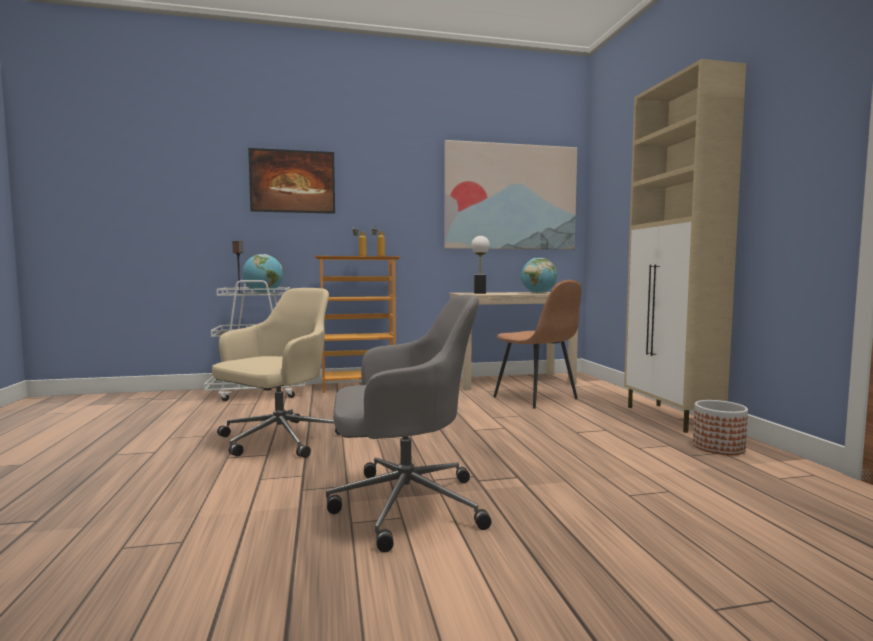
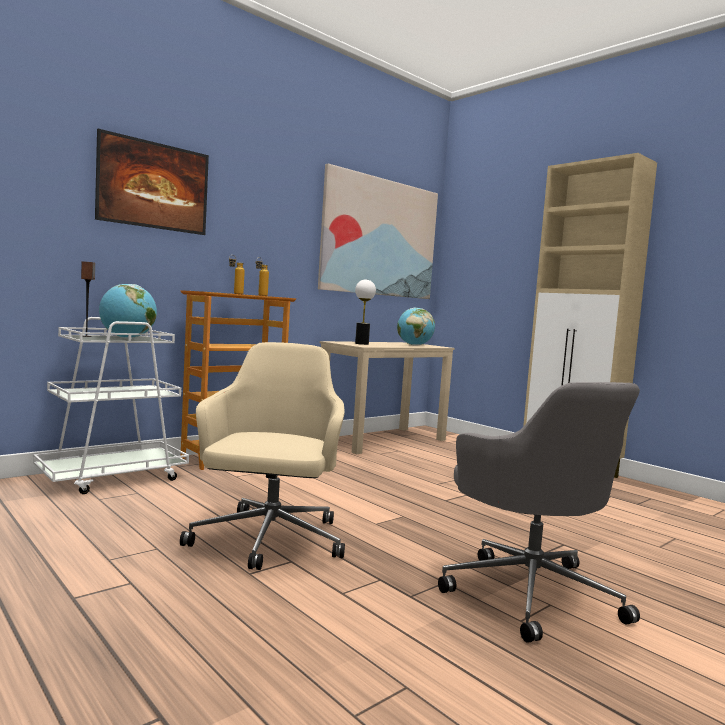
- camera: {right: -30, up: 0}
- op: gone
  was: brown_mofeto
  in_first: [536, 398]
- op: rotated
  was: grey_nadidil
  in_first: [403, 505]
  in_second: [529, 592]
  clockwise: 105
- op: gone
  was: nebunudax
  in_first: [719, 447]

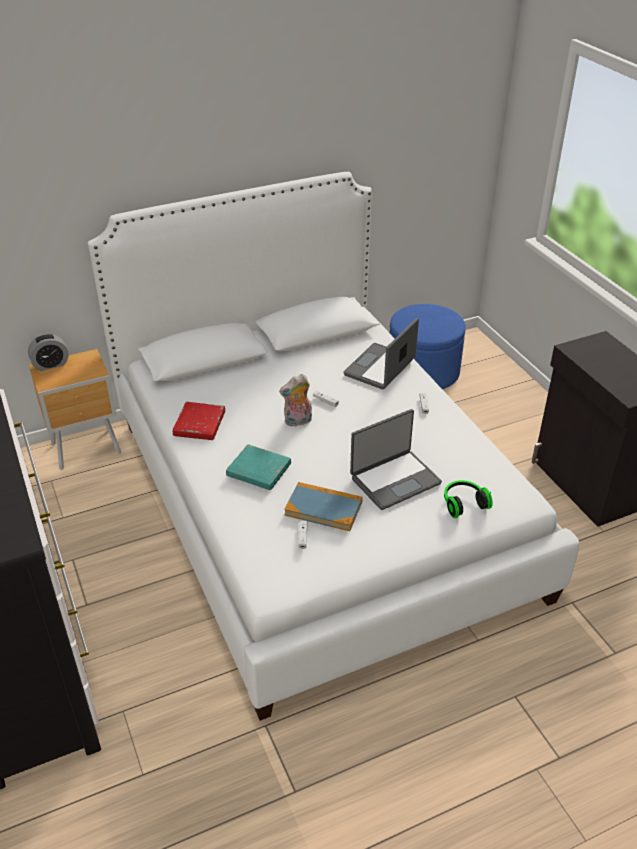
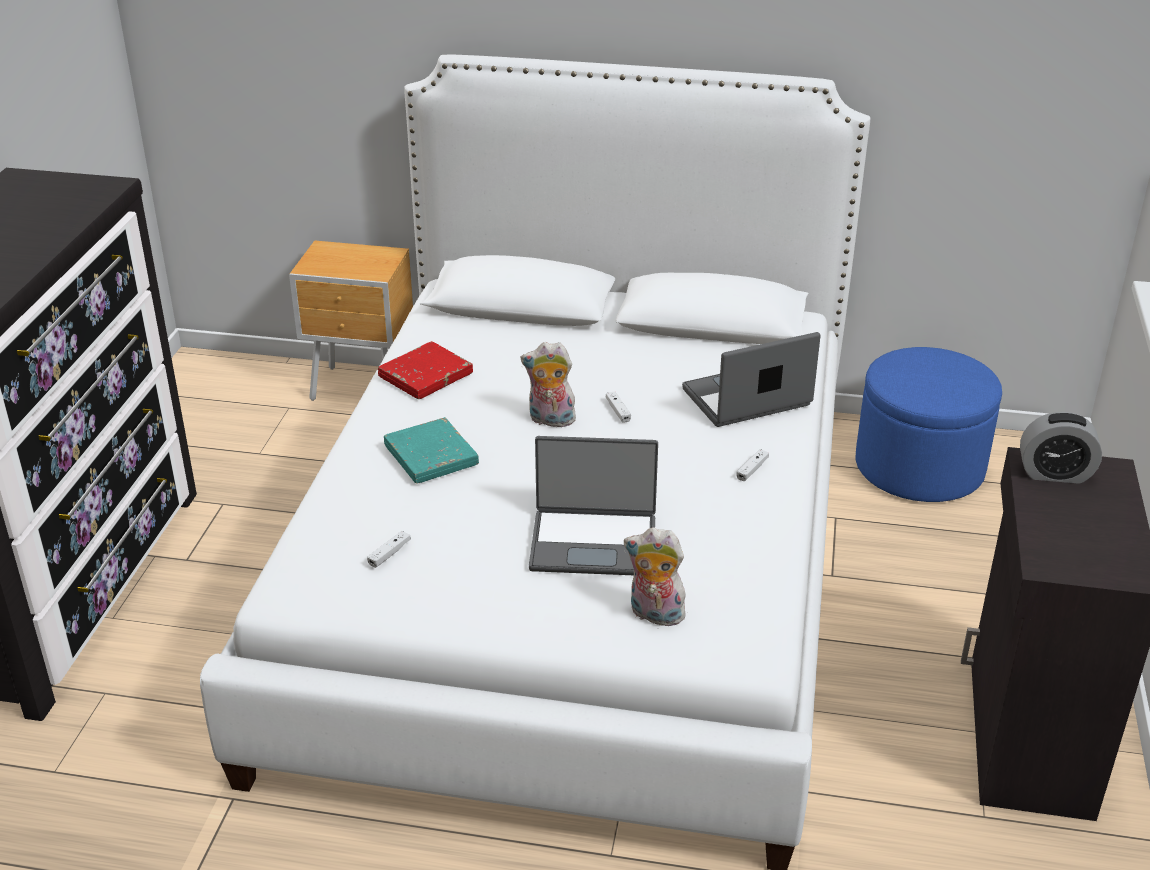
- camera: {right: 35, up: -5}
- op: shifted
  was: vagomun
  in_first: [51, 364]
  in_second: [1054, 474]
- op: swapped
  was: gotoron
  now: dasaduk
  in_first: [463, 503]
  in_second: [654, 615]
- op: gone
  was: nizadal
  in_first: [323, 508]

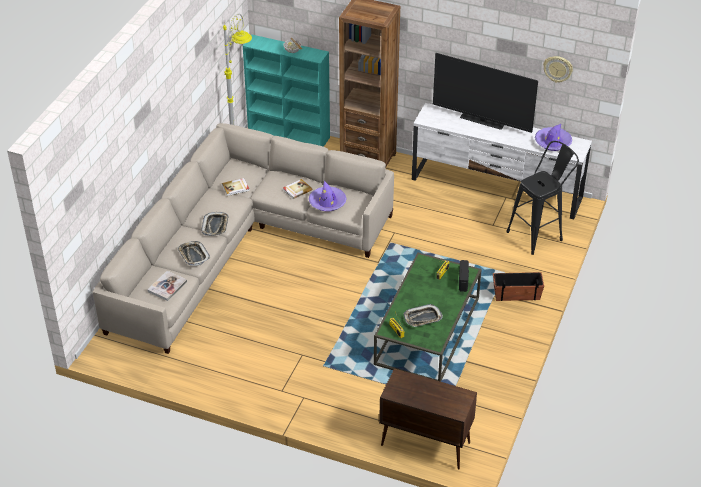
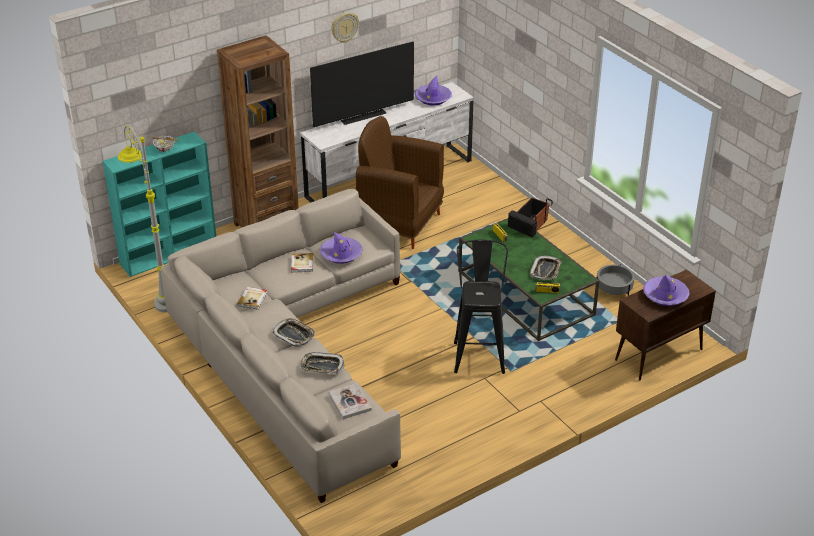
- camera: {right: -55, up: -5}
- op: shifted
  was: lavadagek
  in_first: [558, 68]
  in_second: [344, 27]
- op: shifted
  was: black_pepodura
  in_first: [539, 234]
  in_second: [479, 353]
- op: new
  now: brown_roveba
  in_second: [399, 224]
- op: new
  now: grey_nebunudax
  in_second: [613, 290]
- op: new
  now: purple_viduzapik
  in_second: [665, 295]

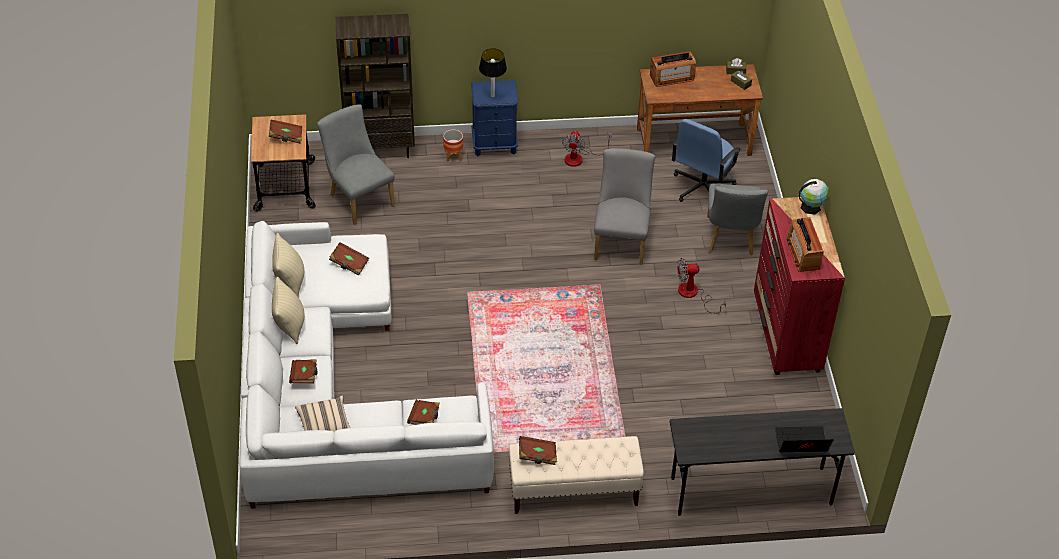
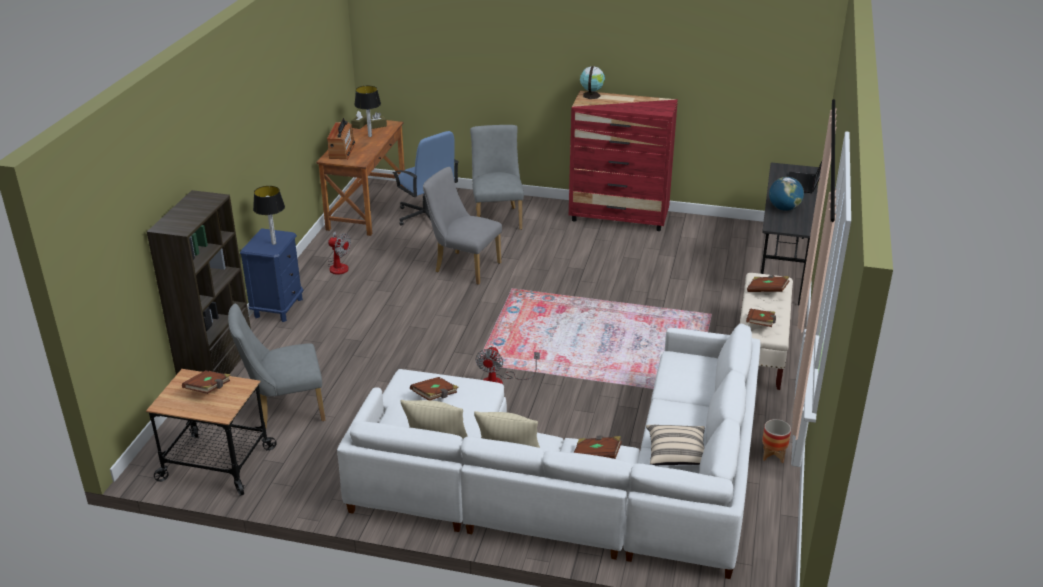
- camera: {right: -70, up: -15}
- op: shifted
  was: nebunudax
  in_first: [453, 156]
  in_second: [773, 455]
- op: rotated
  was: grey_mofeto
  in_first: [730, 239]
  in_second: [497, 217]
  clockwise: -120
- op: gone
  was: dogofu
  in_first: [802, 253]
- op: shifted
  was: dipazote
  in_first: [693, 294]
  in_second: [499, 382]
- op: shifted
  was: brown_nizadal
  in_first: [424, 418]
  in_second: [767, 291]
- op: new
  now: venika
  in_second: [370, 136]
- op: new
  now: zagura
  in_second: [784, 208]

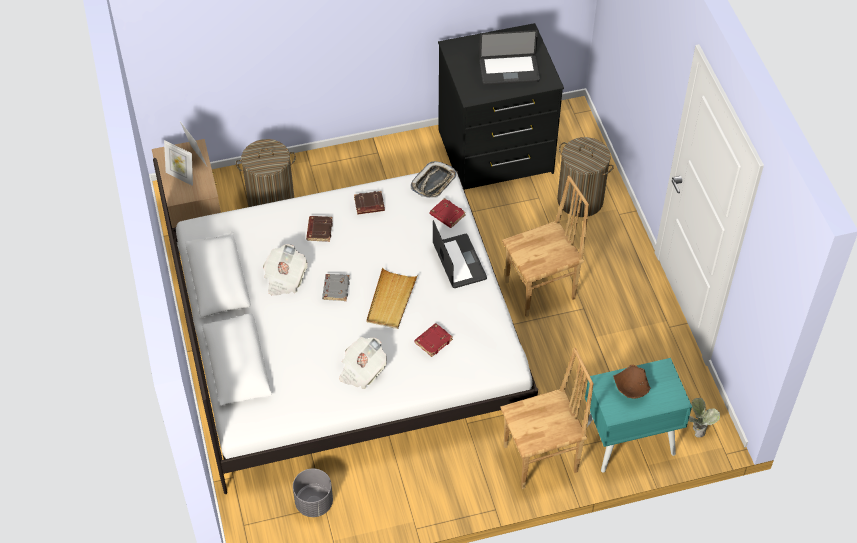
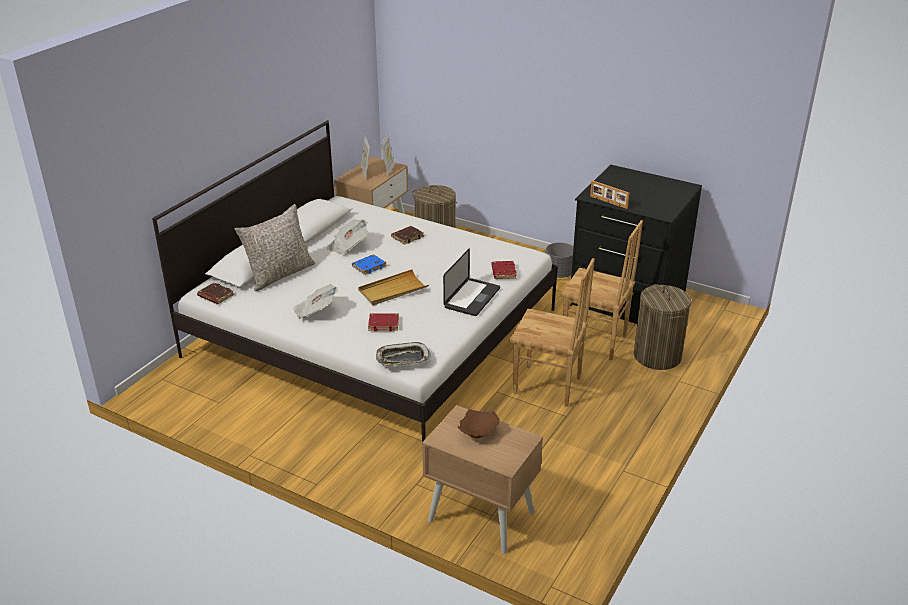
- camera: {right: 45, up: -20}
- op: gone
  was: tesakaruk
  in_first: [509, 71]
- op: shifted
  was: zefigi
  in_first: [433, 182]
  in_second: [402, 359]
- op: shifted
  was: brown_nizadal
  in_first: [369, 205]
  in_second: [215, 296]
- op: repainted
  was: grey_nizadal
  now: blue_nizadal
  in_first: [335, 289]
  in_second: [369, 266]
- op: shifted
  was: brown_mofeto
  in_first: [541, 460]
  in_second: [594, 342]
- op: repainted
  was: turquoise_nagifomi
  now: beige_nagifomi
  in_first: [628, 440]
  in_second: [480, 516]
- op: gone
  was: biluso
  in_first: [697, 428]
- op: shifted
  was: grey_nebunudax
  in_first: [314, 503]
  in_second: [559, 274]
- op: new
  now: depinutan
  in_second: [608, 202]
- op: new
  now: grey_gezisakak
  in_second: [279, 274]

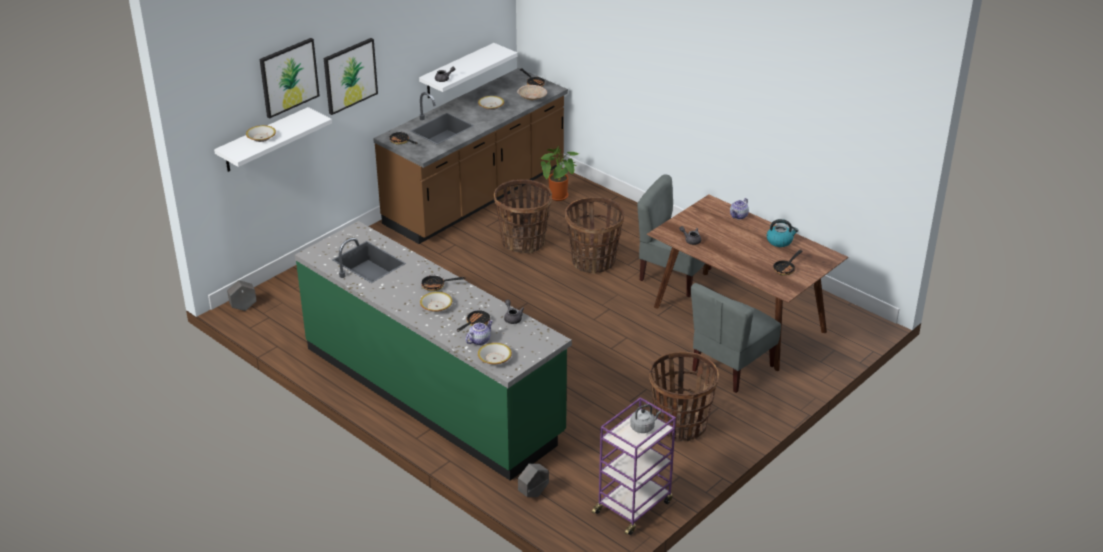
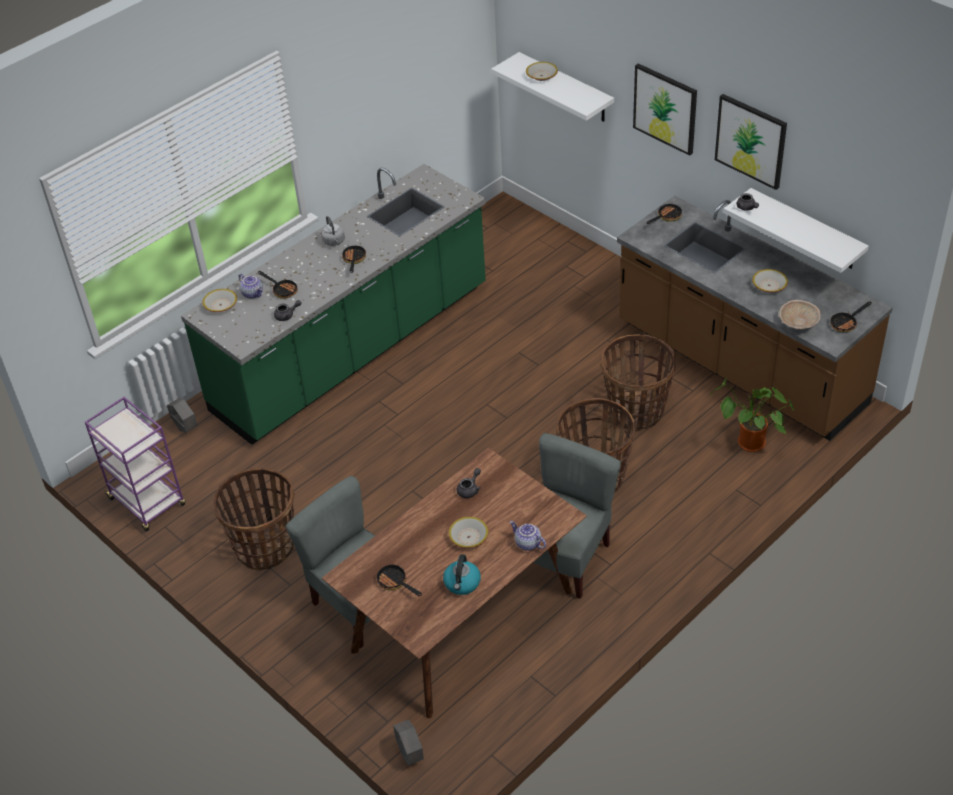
- camera: {right: 95, up: 10}
- op: shifted
  was: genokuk
  in_first: [289, 77]
  in_second: [751, 141]
- op: shifted
  was: grey_nebunudax
  in_first: [243, 307]
  in_second: [410, 754]
- op: shifted
  was: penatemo
  in_first: [436, 306]
  in_second: [468, 537]
- op: shifted
  was: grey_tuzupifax
  in_first: [643, 427]
  in_second: [334, 242]

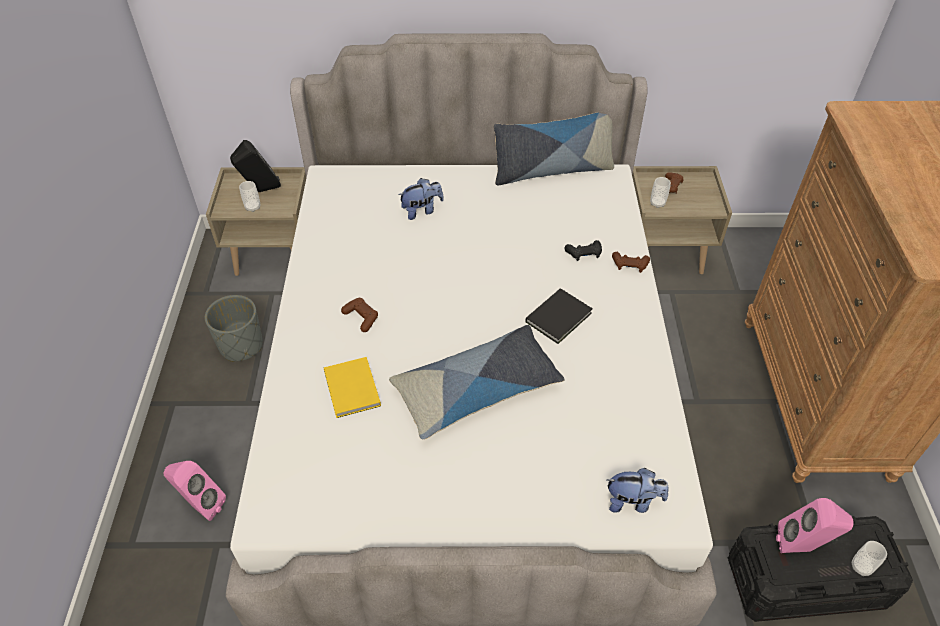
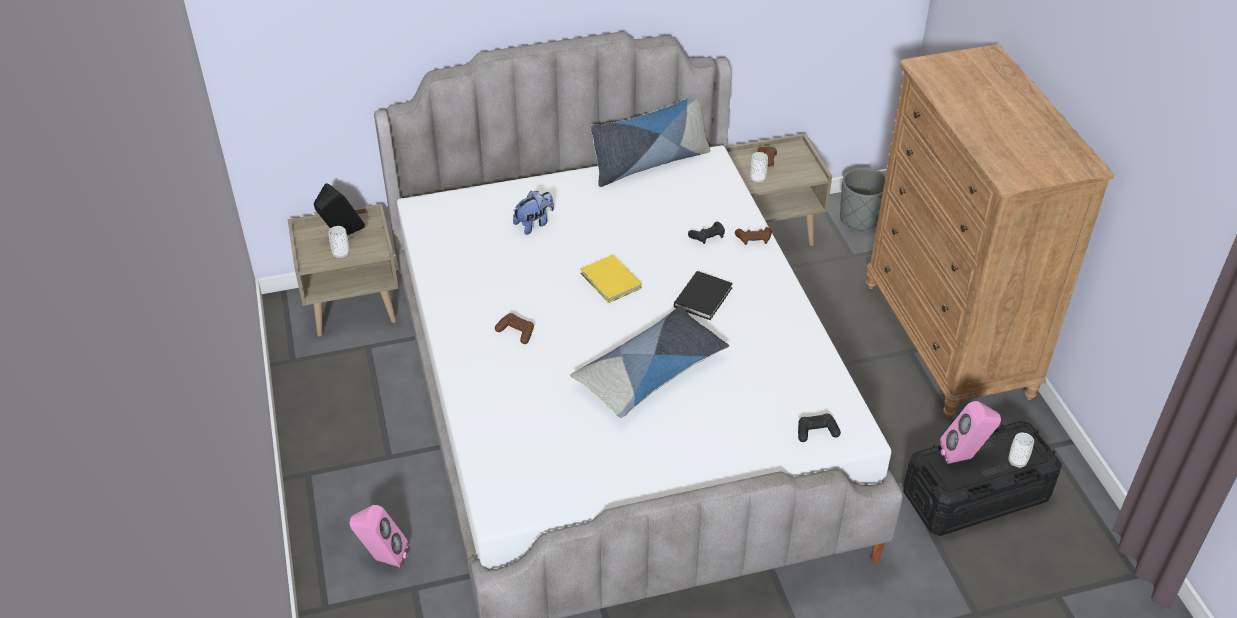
- camera: {right: -15, up: -5}
- op: shifted
  was: grey_nebunudax
  in_first: [241, 345]
  in_second: [860, 218]
- op: shifted
  was: yellow_nizadal
  in_first: [351, 390]
  in_second: [610, 282]
- op: swapped
  was: dasaduk
  now: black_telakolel
  in_first: [632, 501]
  in_second: [816, 432]

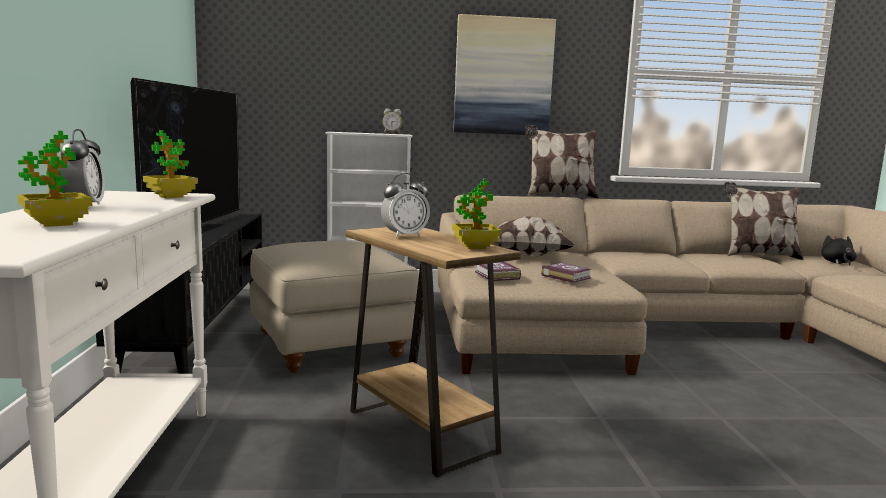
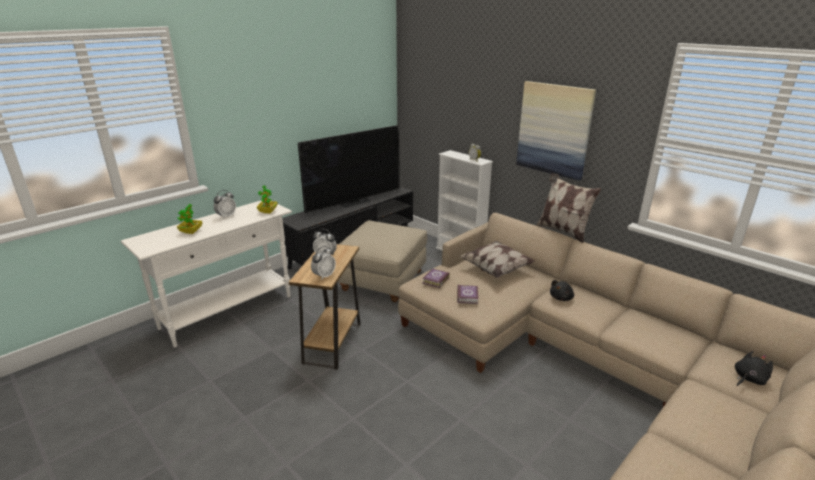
- camera: {right: 50, up: 15}
- op: swapped
  was: biluso
  now: vagomun
  in_first: [475, 247]
  in_second: [324, 276]
- op: gone
  was: gezisakak
  in_first: [758, 255]
- op: new
  now: black_dasaduk
  in_second: [561, 298]

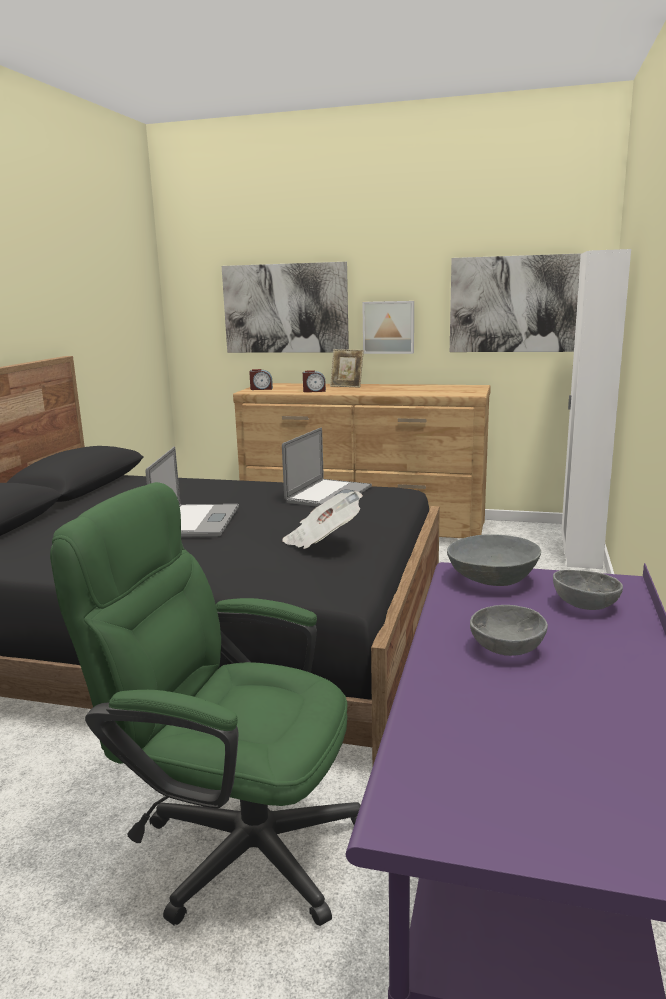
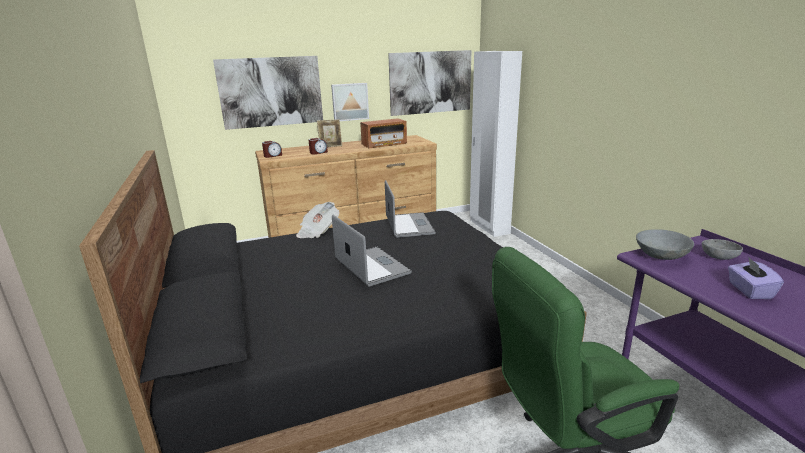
- camera: {right: -35, up: 5}
- op: shifted
  was: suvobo
  in_first: [322, 540]
  in_second: [318, 231]
- op: swapped
  was: grey_penatemo
  now: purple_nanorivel
  in_first: [507, 649]
  in_second: [749, 290]
- op: new
  now: dogofu
  in_second: [384, 144]

